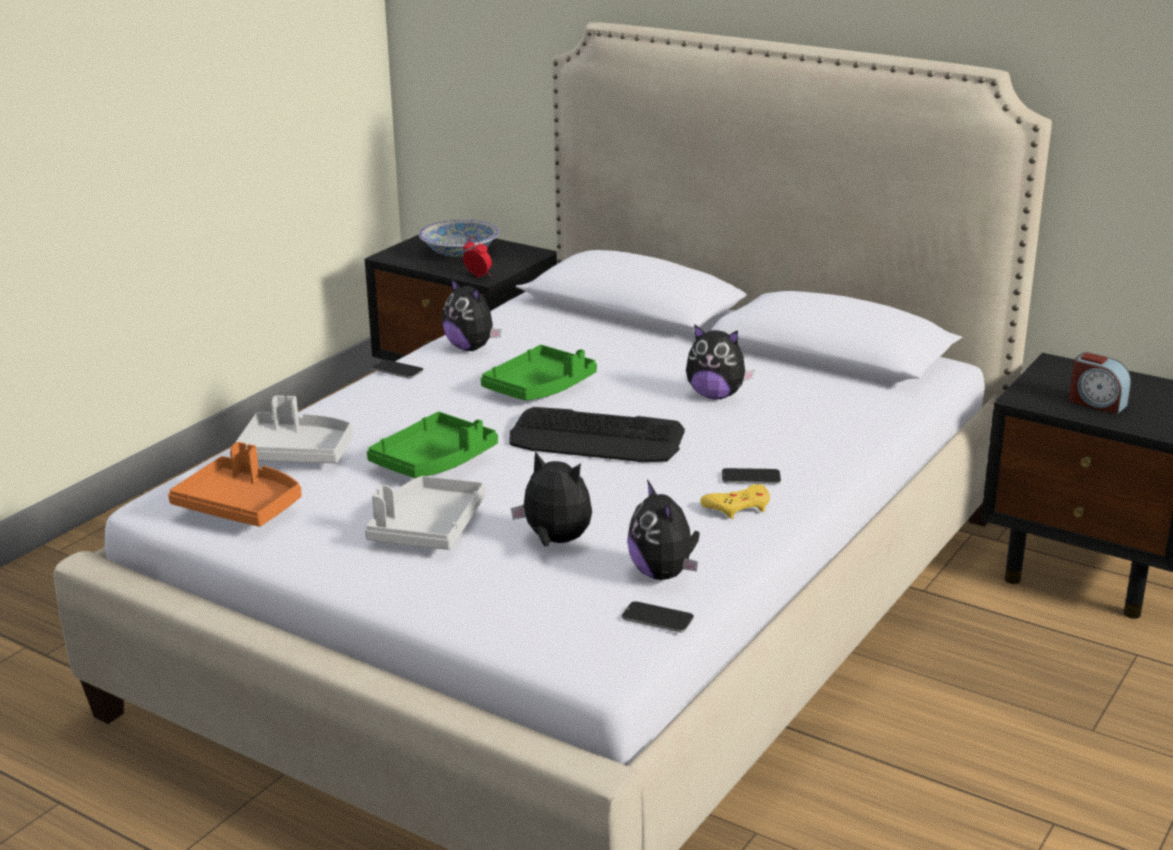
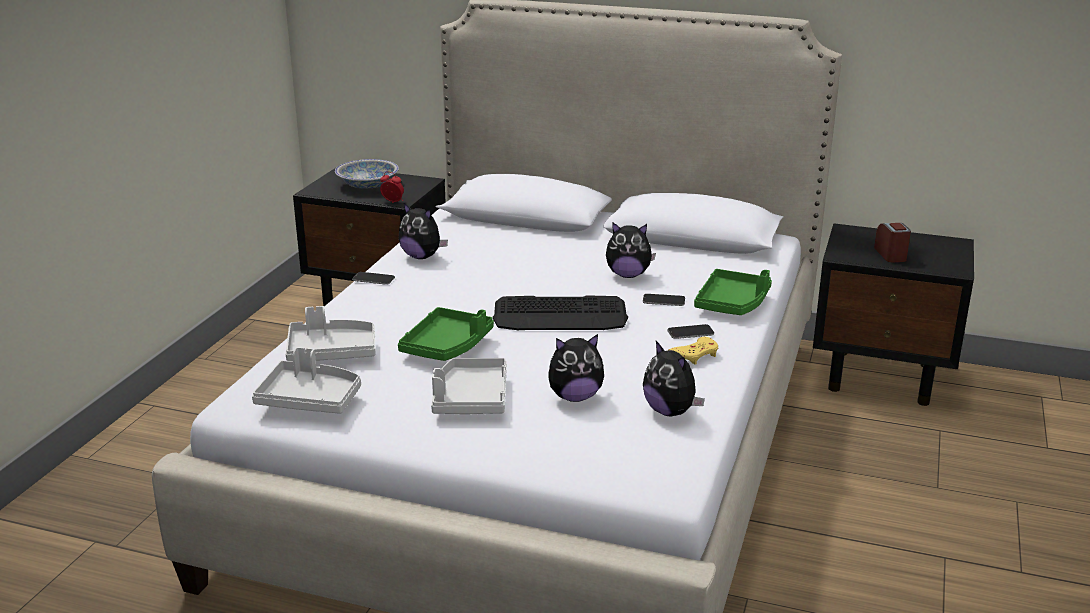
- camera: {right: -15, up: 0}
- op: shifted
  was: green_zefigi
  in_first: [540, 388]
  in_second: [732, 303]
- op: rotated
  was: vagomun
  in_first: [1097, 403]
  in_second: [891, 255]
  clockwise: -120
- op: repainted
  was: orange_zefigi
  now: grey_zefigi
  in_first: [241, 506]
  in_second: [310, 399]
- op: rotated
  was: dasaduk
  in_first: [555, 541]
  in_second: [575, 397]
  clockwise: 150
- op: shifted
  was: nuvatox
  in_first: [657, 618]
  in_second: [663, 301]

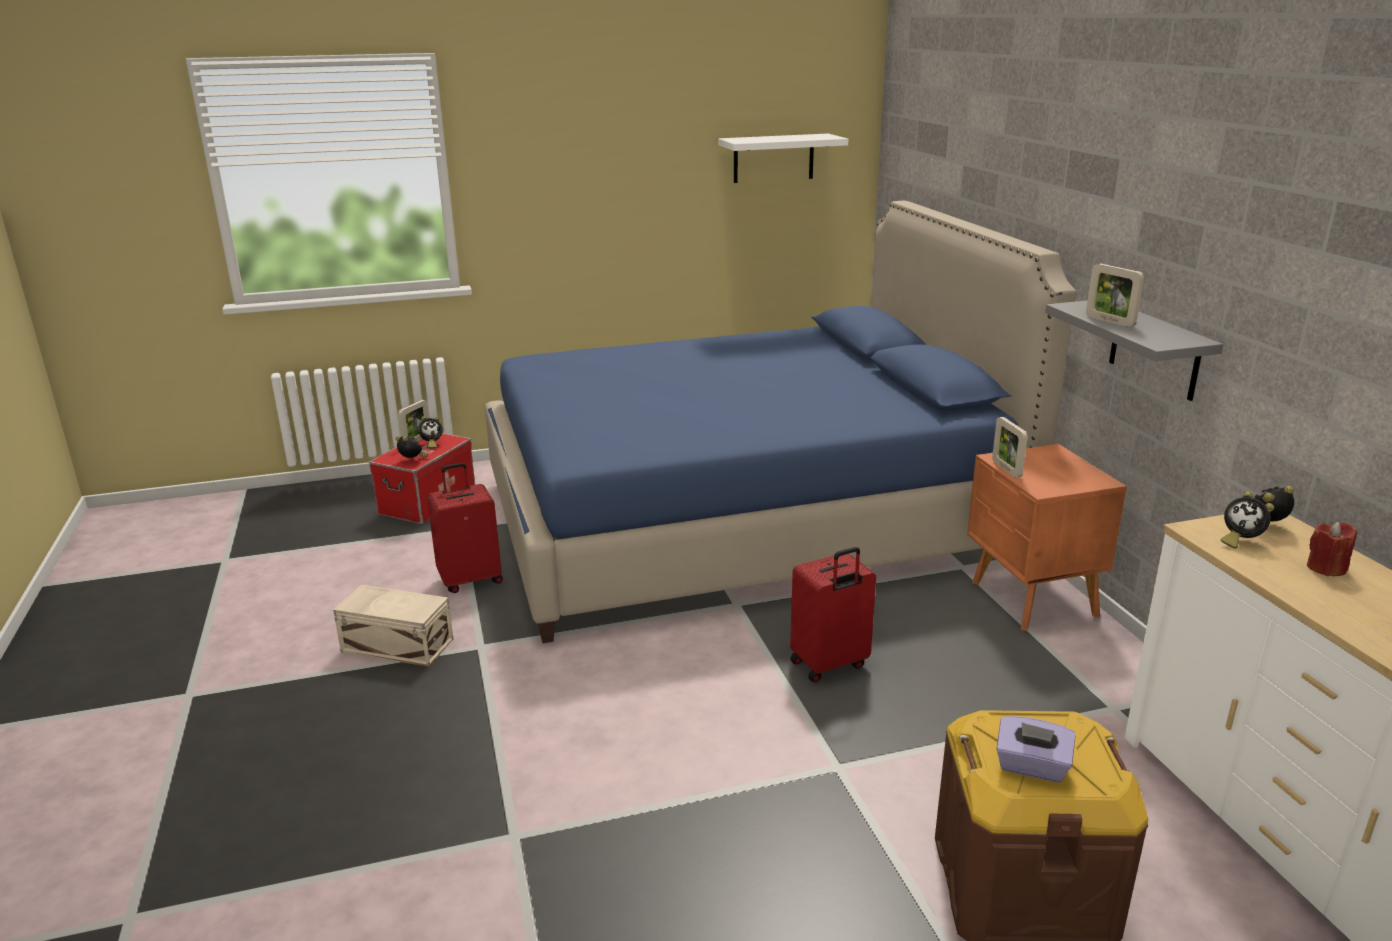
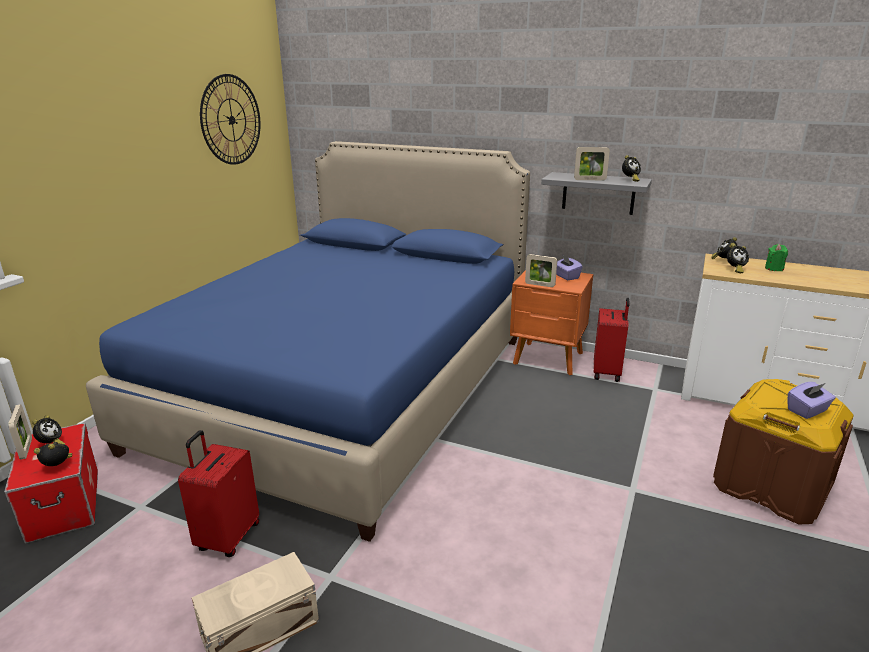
- camera: {right: -50, up: 0}
- op: swapped
  was: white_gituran
  now: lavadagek
  in_first: [773, 158]
  in_second: [231, 120]
- op: repainted
  was: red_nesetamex
  now: green_nesetamex
  in_first: [1326, 568]
  in_second: [774, 268]
- op: shifted
  was: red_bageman
  in_first: [829, 665]
  in_second: [607, 373]
- op: new
  now: vagomun
  in_second: [630, 180]
- op: new
  now: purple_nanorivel
  in_second: [566, 276]

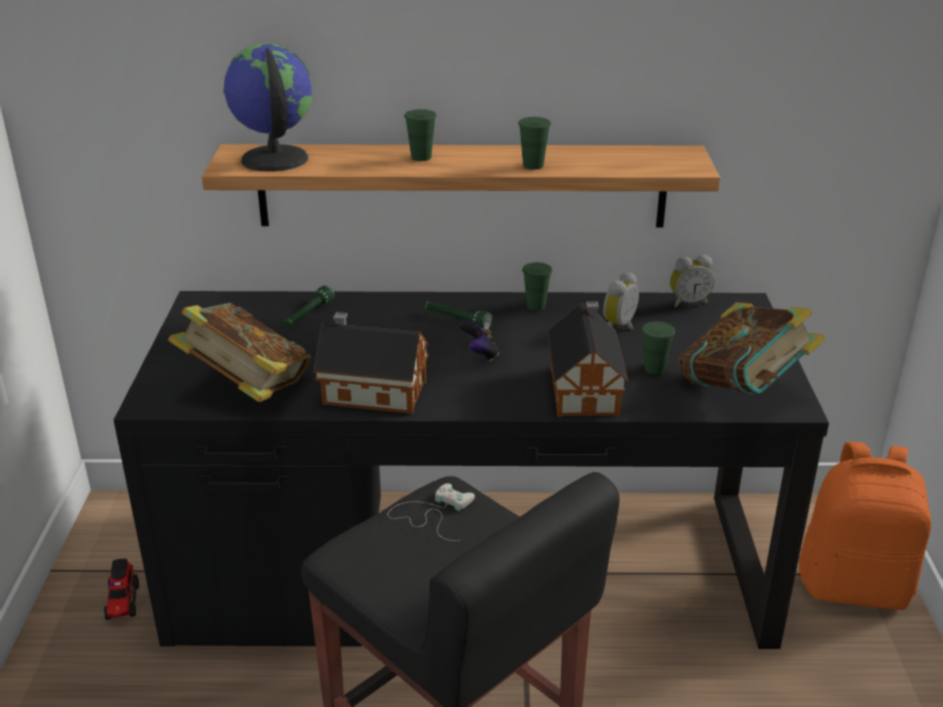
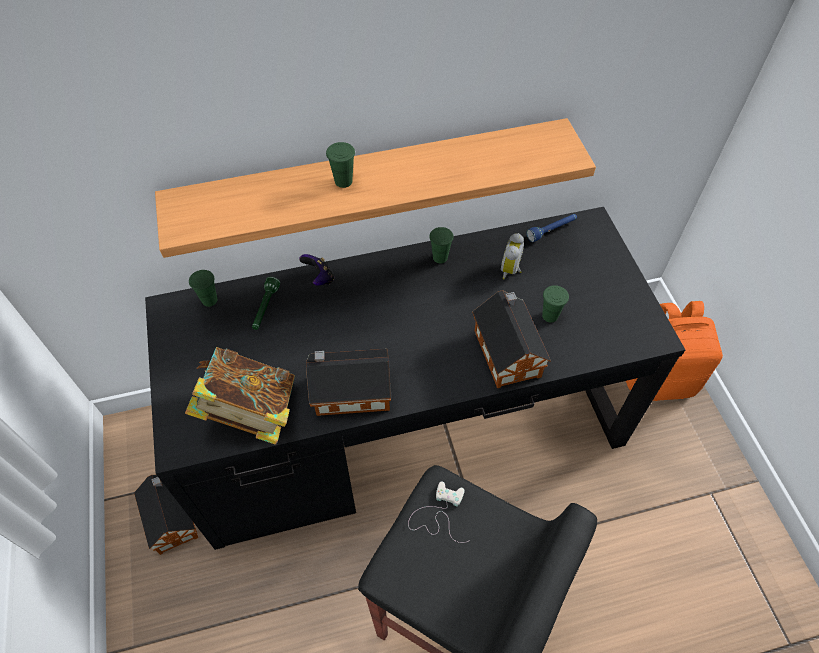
- camera: {right: -15, up: 25}
- op: gone
  was: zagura
  in_first: [273, 159]
- op: shifted
  was: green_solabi
  in_first: [533, 165]
  in_second: [209, 300]
- op: swapped
  was: vagomun
  now: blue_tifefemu
  in_first: [688, 303]
  in_second: [552, 230]
- op: gone
  was: green_tifefemu
  in_first: [456, 321]
- op: gone
  was: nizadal
  in_first: [743, 390]
- op: shifted
  was: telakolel
  in_first: [480, 354]
  in_second: [319, 278]
- op: swapped
  was: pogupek
  now: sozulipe
  in_first: [122, 603]
  in_second: [171, 517]

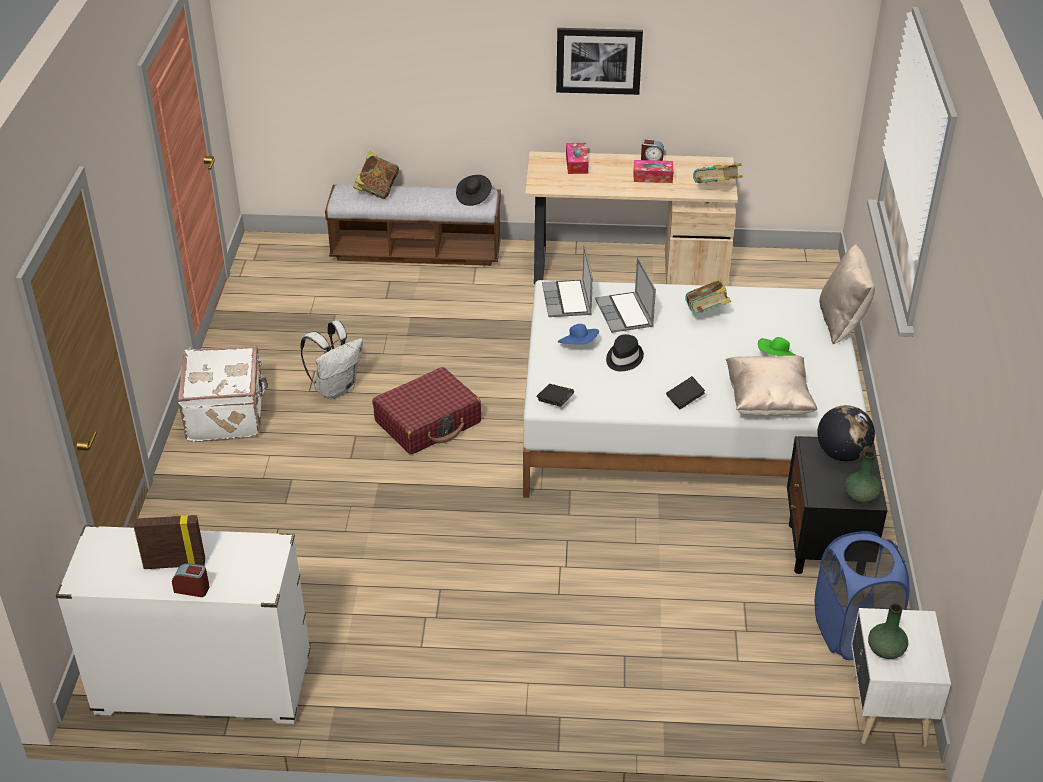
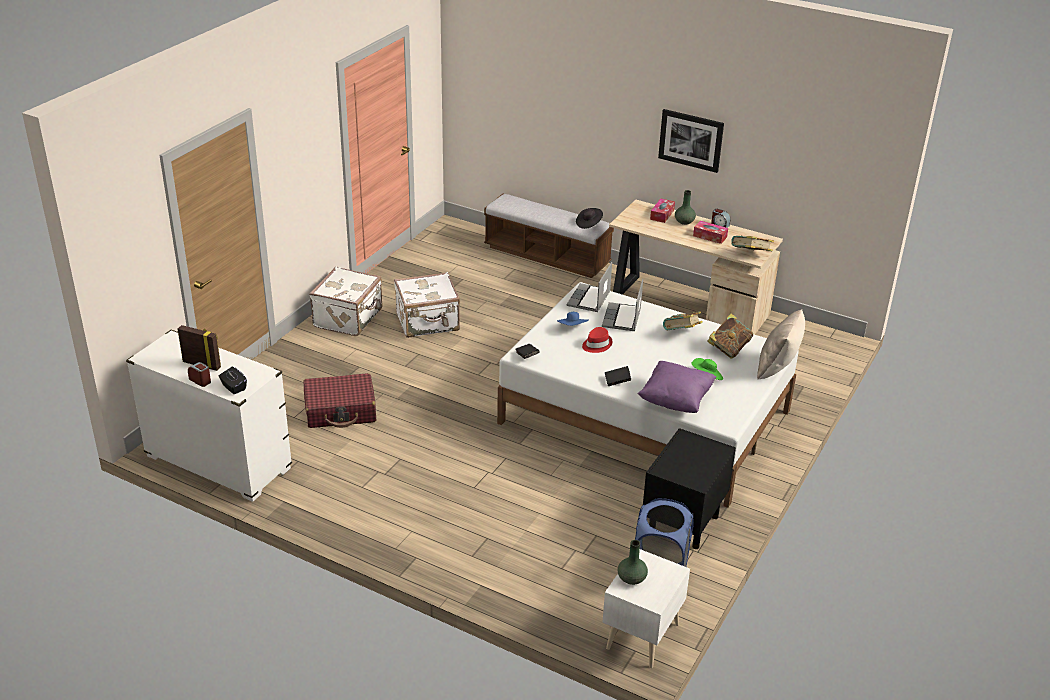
- camera: {right: 25, up: -5}
- op: shifted
  was: nizadal
  in_first: [377, 190]
  in_second: [729, 349]
- op: swapped
  was: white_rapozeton
  now: white_bageman
  in_first: [336, 388]
  in_second: [428, 323]
- op: repainted
  was: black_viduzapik
  now: red_viduzapik
  in_first: [623, 358]
  in_second: [596, 345]
- op: repainted
  was: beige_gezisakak
  now: purple_gezisakak
  in_first: [768, 402]
  in_second: [675, 400]
- op: shifted
  was: red_bageman
  in_first: [428, 422]
  in_second: [341, 410]
- op: gone
  was: zagura
  in_first: [842, 454]
- op: shifted
  was: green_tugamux
  in_first: [861, 496]
  in_second: [684, 222]
- op: new
  now: black_nanorivel
  in_second: [233, 387]

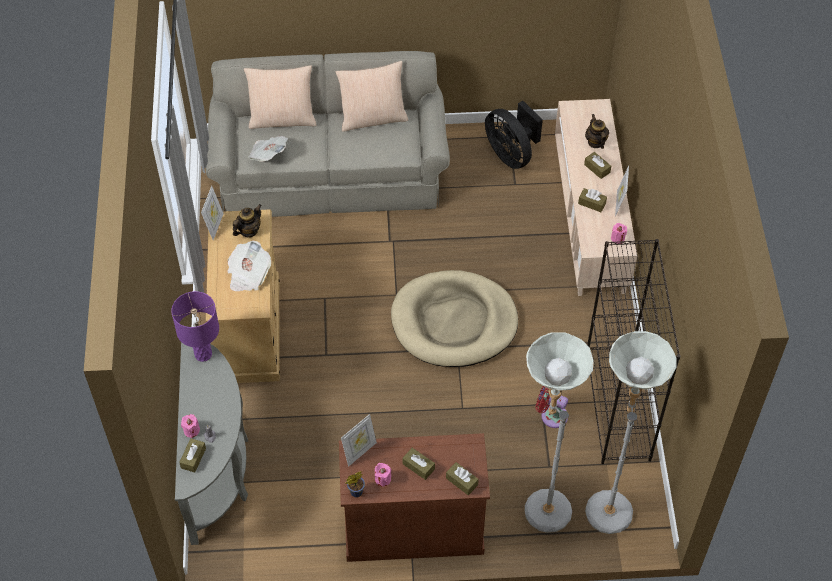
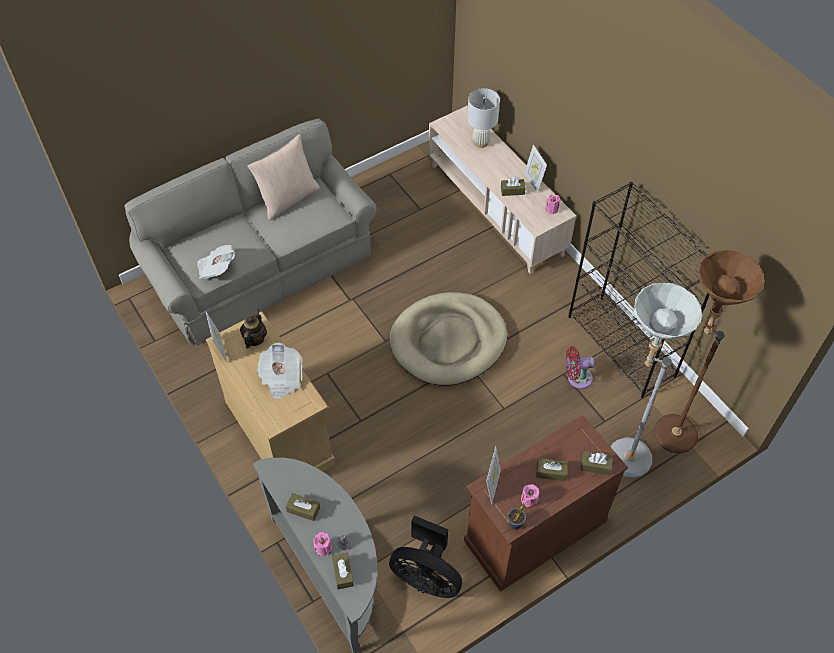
- camera: {right: -30, up: 0}
- op: gone
  was: beige_gezisakak
  in_first: [282, 119]
- op: shifted
  was: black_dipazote
  in_first: [511, 154]
  in_second: [426, 576]
- op: swapped
  was: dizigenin
  now: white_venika
  in_first: [595, 142]
  in_second: [481, 142]
- op: shifted
  was: brown_nanorivel
  in_first: [597, 168]
  in_second: [303, 509]
- op: gone
  was: purple_venika
  in_first: [203, 354]
- op: repainted
  was: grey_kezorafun
  now: brown_kezorafun
  in_first: [609, 503]
  in_second: [670, 426]

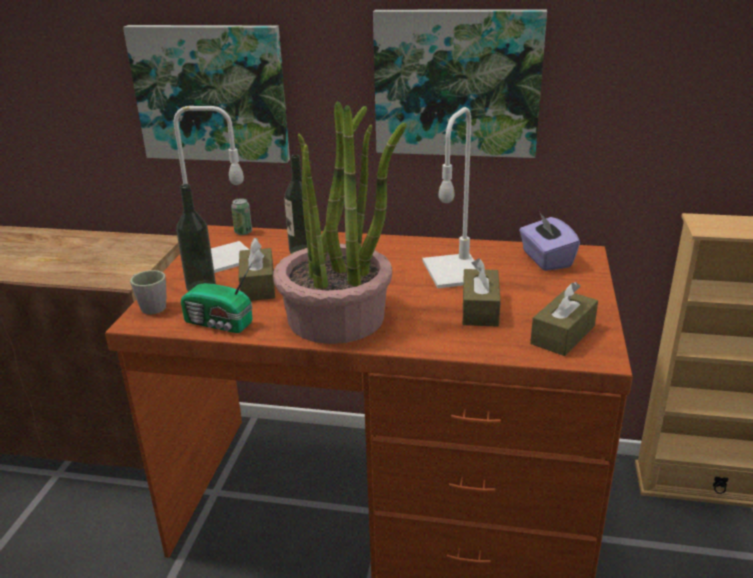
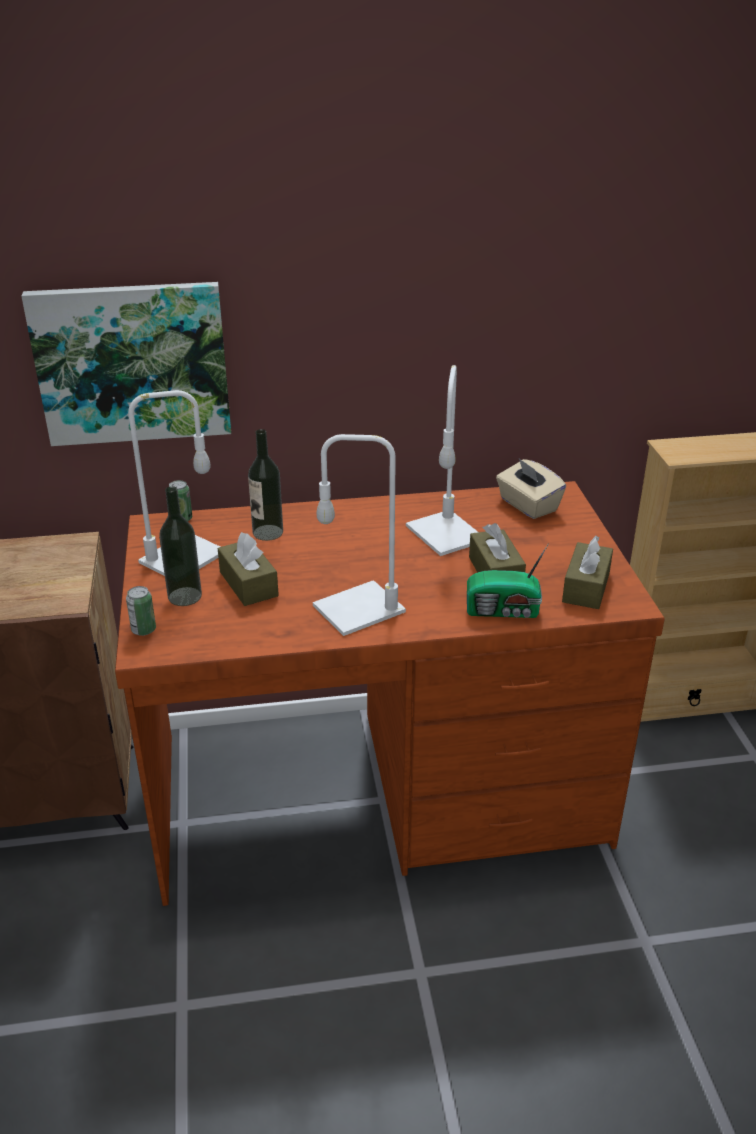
- camera: {right: -20, up: 5}
- op: gone
  was: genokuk
  in_first: [457, 83]
- op: swapped
  was: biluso
  now: white_venika
  in_first: [337, 318]
  in_second: [360, 607]
- op: repainted
  was: purple_nanorivel
  now: beige_nanorivel
  in_first: [546, 259]
  in_second: [527, 505]
- op: shifted
  was: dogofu
  in_first: [219, 324]
  in_second: [504, 611]
- op: swapped
  was: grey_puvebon
  now: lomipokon
  in_first: [150, 306]
  in_second: [143, 630]

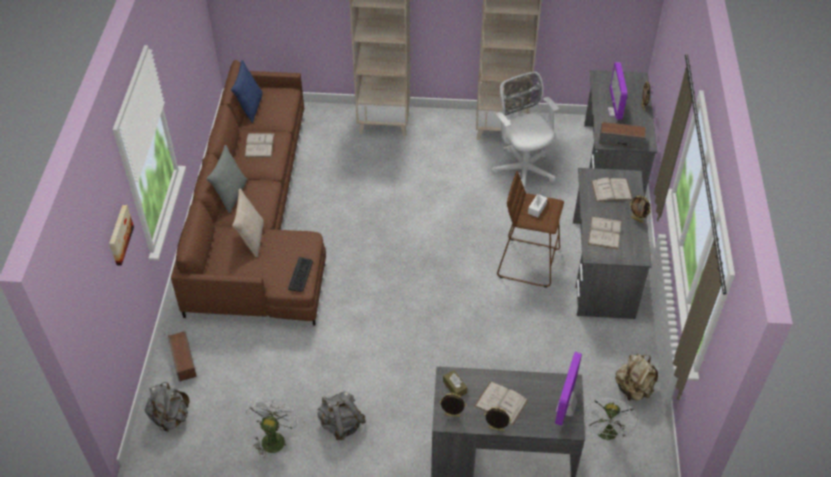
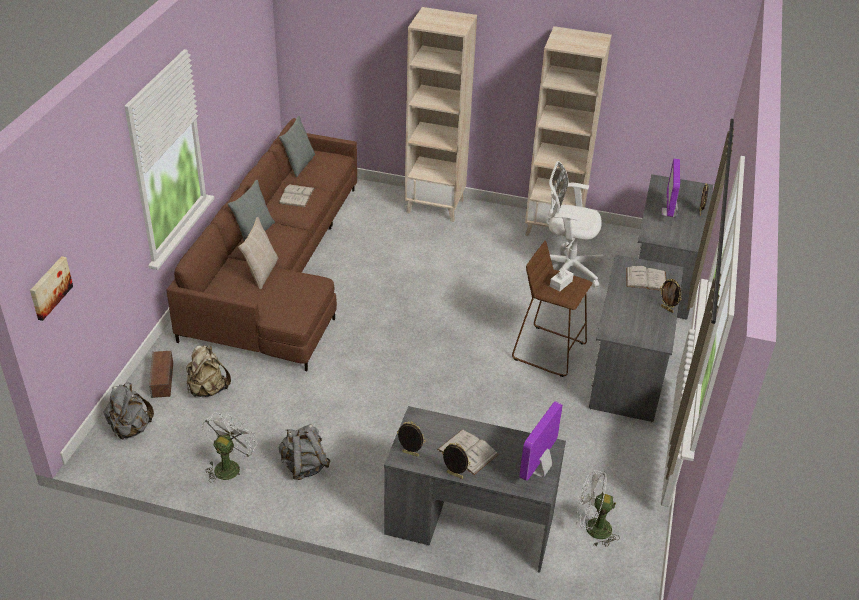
- camera: {right: 10, up: -10}
- op: repainted
  was: blue_gezisakak
  now: grey_gezisakak
  in_first: [250, 107]
  in_second: [299, 164]
- op: rotated
  was: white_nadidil
  in_first: [522, 169]
  in_second: [566, 267]
  clockwise: -60
- op: gone
  was: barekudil
  in_first: [621, 140]
- op: shifted
  was: genokuk
  in_first: [119, 234]
  in_second: [49, 287]
- op: gone
  was: white_nizadal
  in_first: [604, 232]
- op: gone
  was: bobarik
  in_first: [300, 275]
- op: shifted
  was: beige_rapozeton
  in_first: [633, 389]
  in_second: [208, 389]
- op: gone
  was: brown_nanorivel
  in_first: [454, 387]
- op: rotated
  was: white_dipazote
  in_first: [606, 435]
  in_second: [592, 529]
  clockwise: 75

